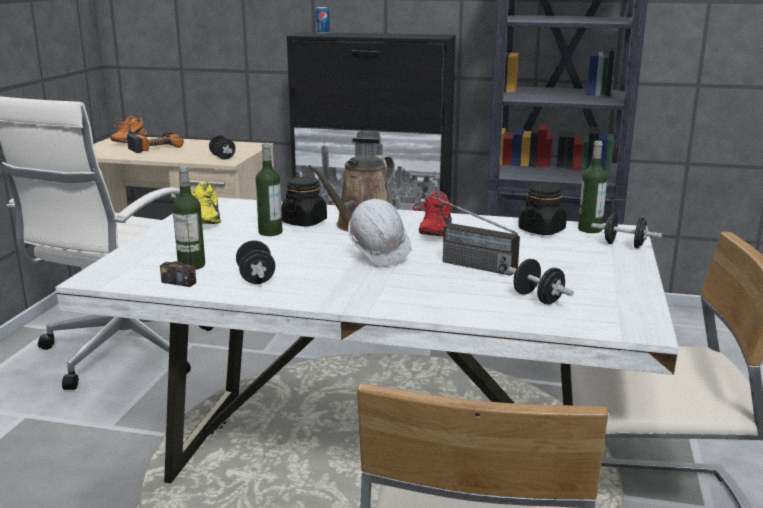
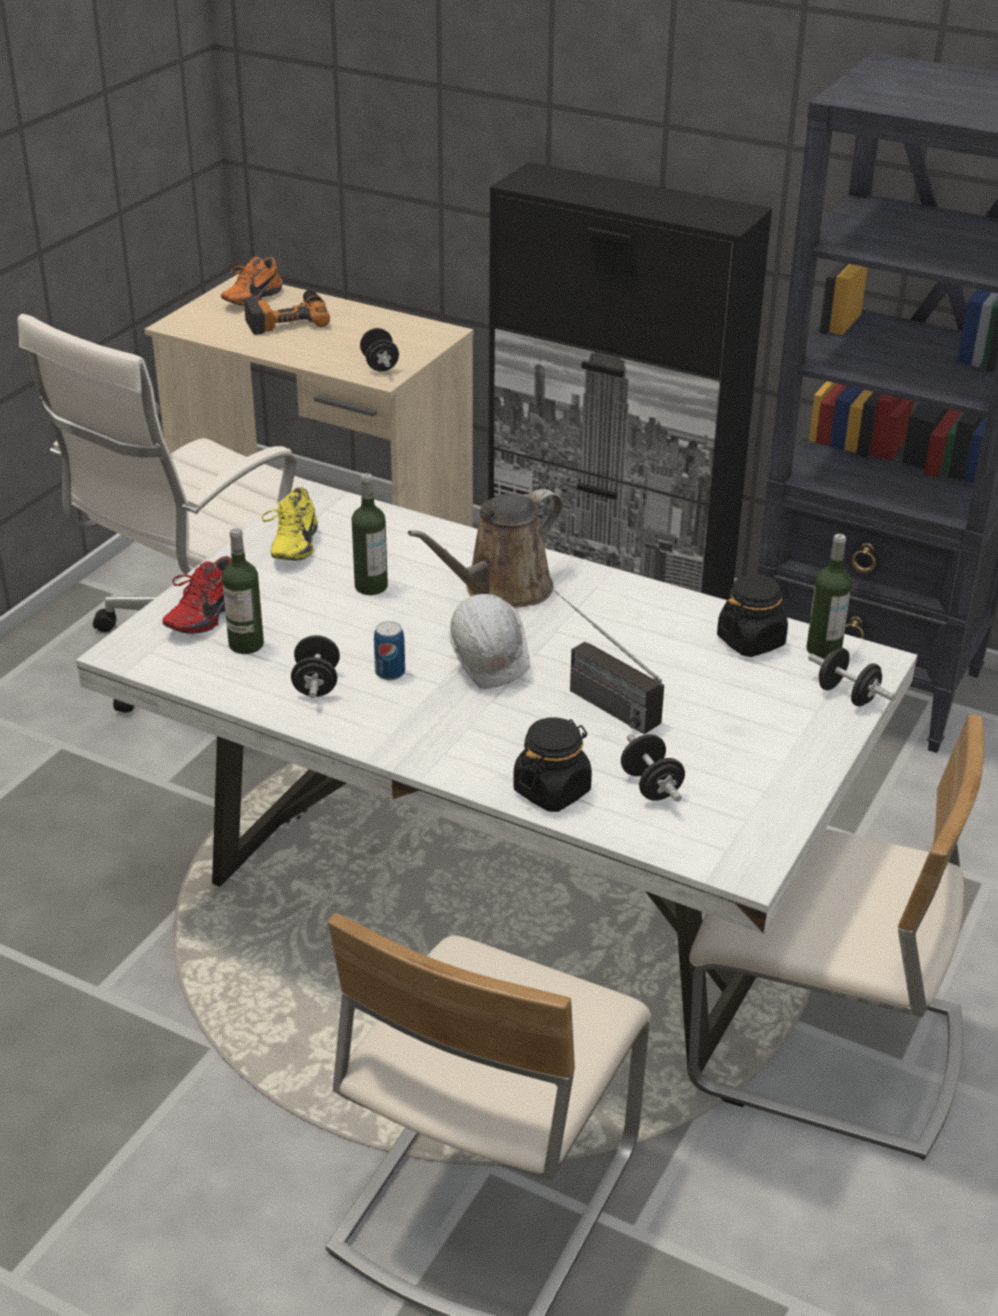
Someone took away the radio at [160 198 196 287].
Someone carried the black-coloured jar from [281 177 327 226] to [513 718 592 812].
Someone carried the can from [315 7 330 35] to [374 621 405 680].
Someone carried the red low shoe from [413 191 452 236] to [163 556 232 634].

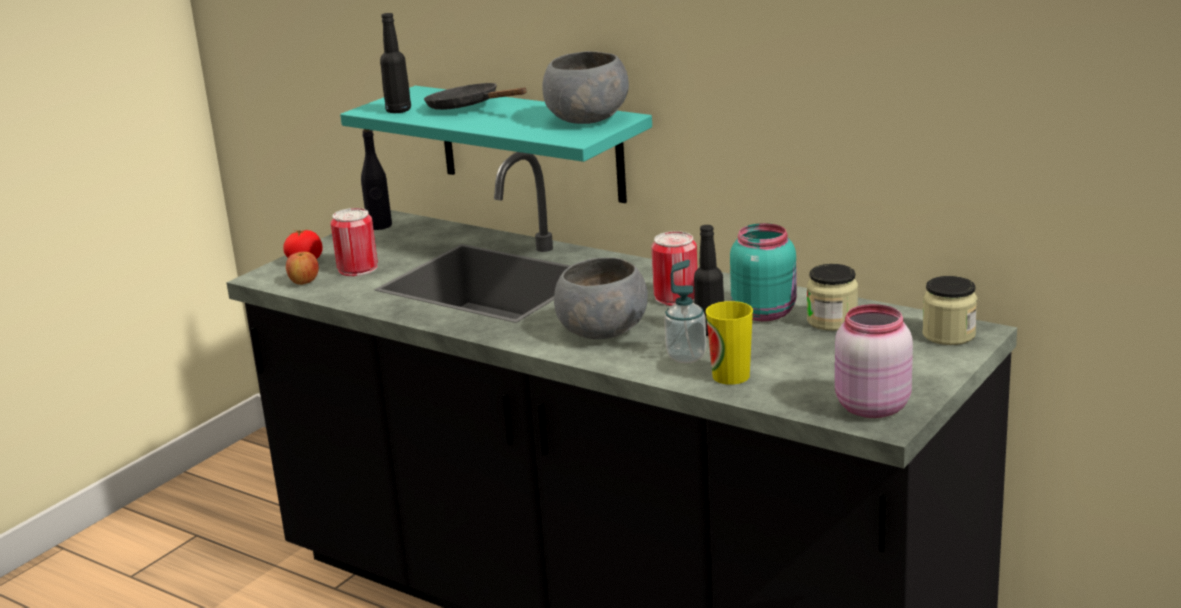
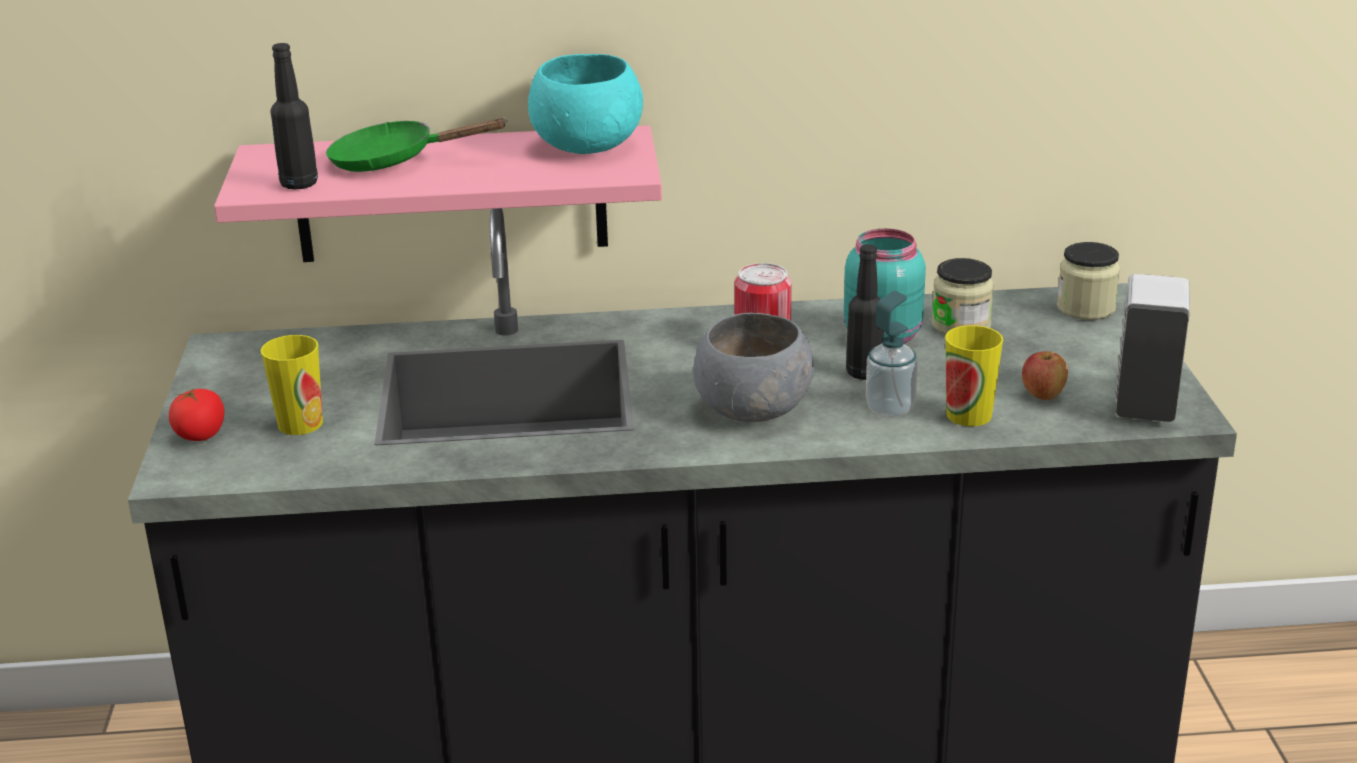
Someone carried the apple from [286 251 319 285] to [1022 352 1068 400].
Someone swapped the can at [331 208 378 276] for the small cup at [261 335 323 435].
Someone repainted the blue-green shelf at [340 86 652 203], which became the pink shelf at [214 126 662 262].
Someone took away the black-coloured beverage bottle at [361 129 392 230].
Someone repainted the black-coloured skillet at [424 83 527 110], which became the greenish skillet at [326 118 508 172].
Someone repainted the gray bowl at [542 51 629 124], which became the blue-green bowl at [528 54 643 154].
Someone swapped the pink jar at [835 304 913 418] for the white soap dispenser at [1116 274 1190 422].

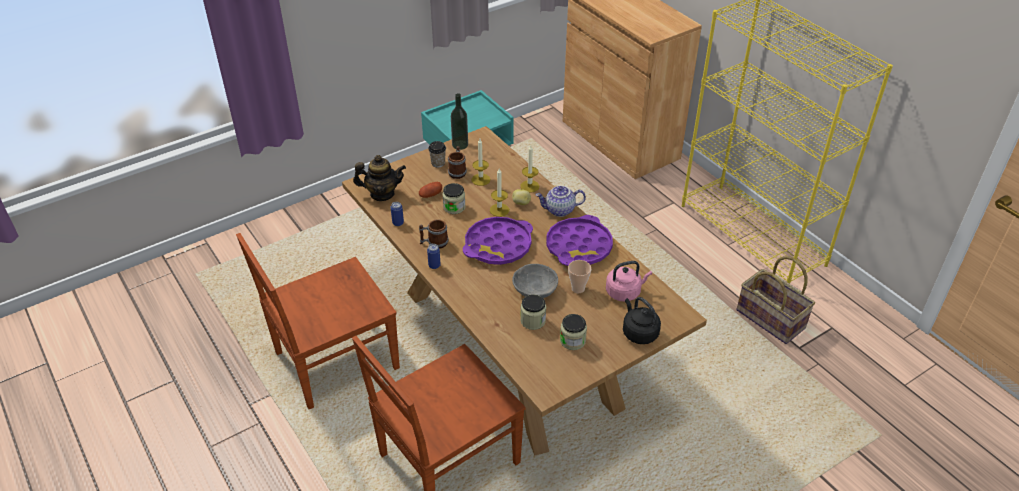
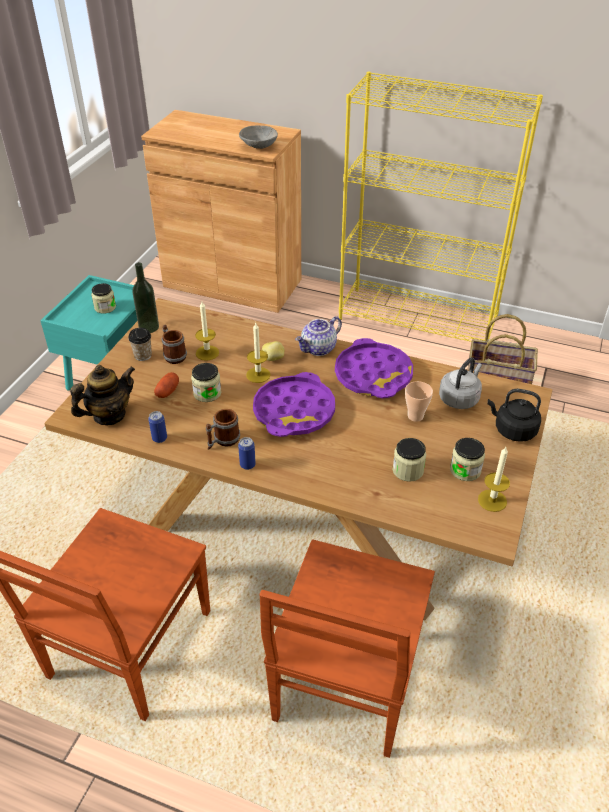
Someone carried the gray bowl from [512 264 558 298] to [239 126 278 149].
Someone carried the wax candle from [520 145 539 193] to [478 447 510 512].
Someone repainted the pink water kettle at [606 261 652 302], which became the gray water kettle at [439 357 482 409].
Someone put down the jar at [91 283 116 314].

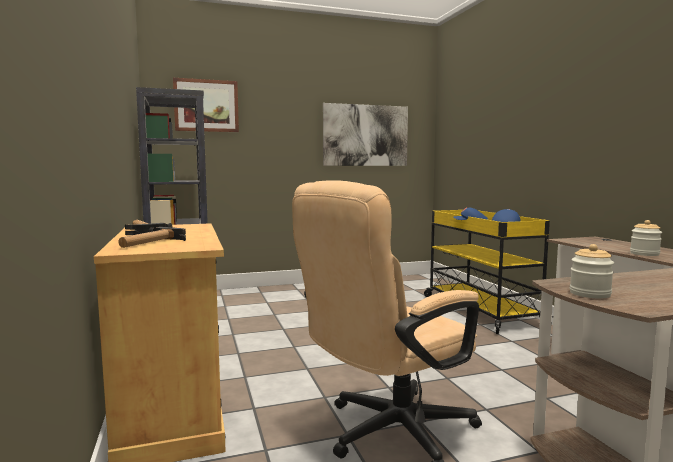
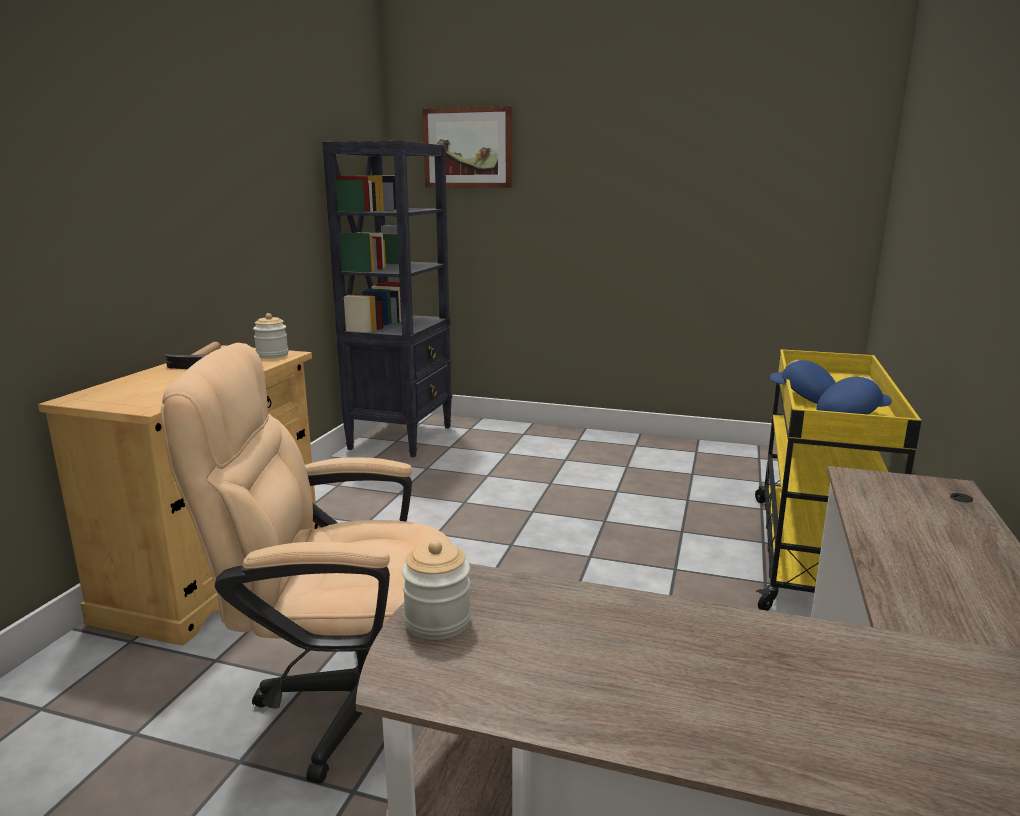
Someone took away the tool hammer at [118 227 186 248].
Someone took away the wall art at [323 103 408 166].
Someone carried the jar from [630 220 662 256] to [253 313 288 359].

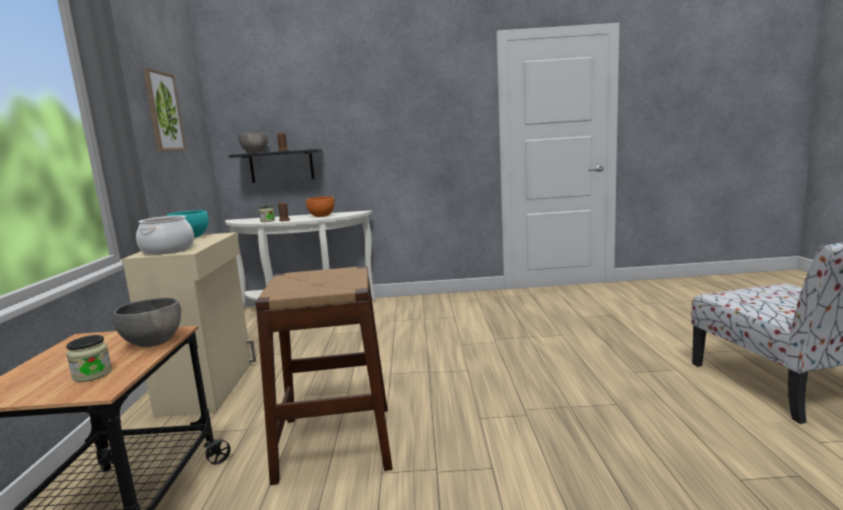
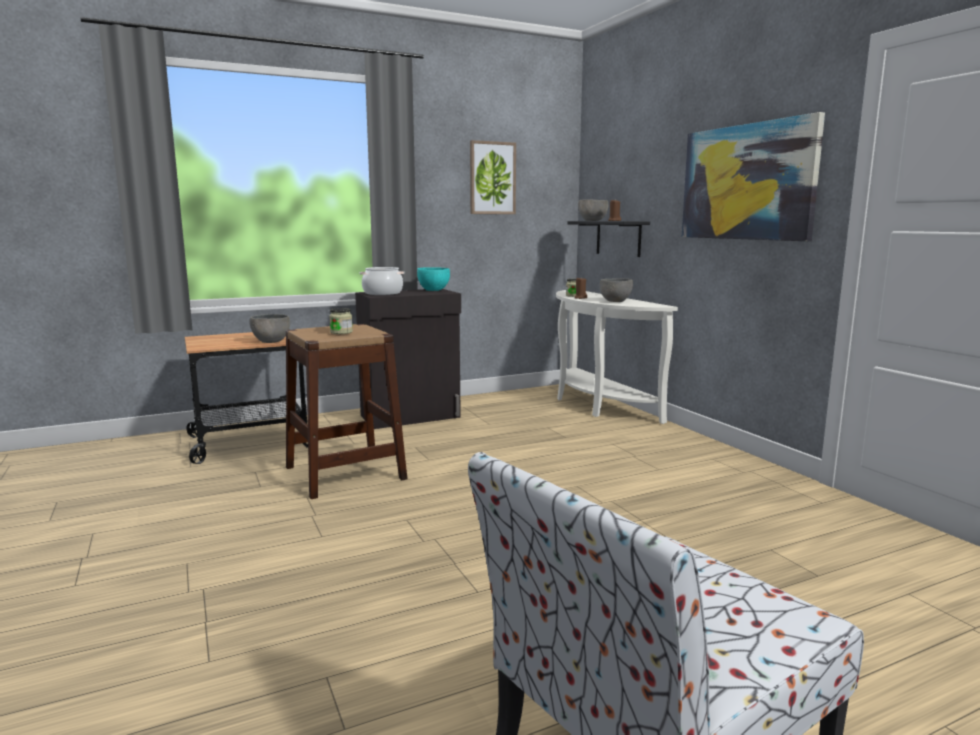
Someone carried the jar from [66 335 112 382] to [329 308 353 334].
Someone repainted the beige-coloured storage cabinet at [122 232 256 417], which became the black-coloured storage cabinet at [355 289 461 429].
Someone repainted the orangey bowl at [306 196 335 217], which became the gray bowl at [600 278 633 302].
Someone put up the wall art at [682 112 825 241].

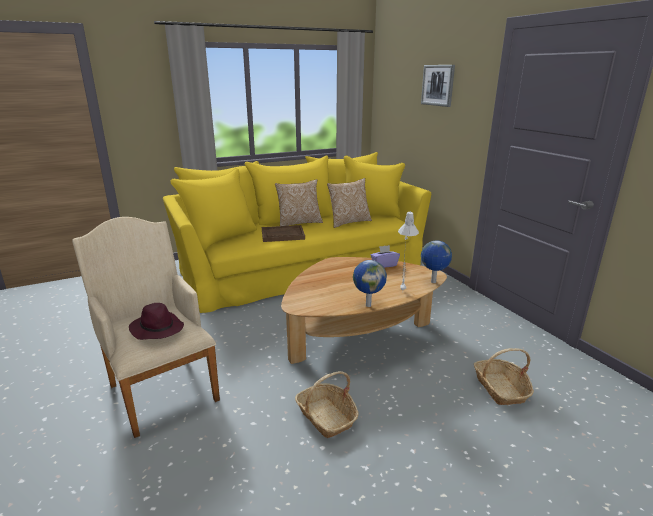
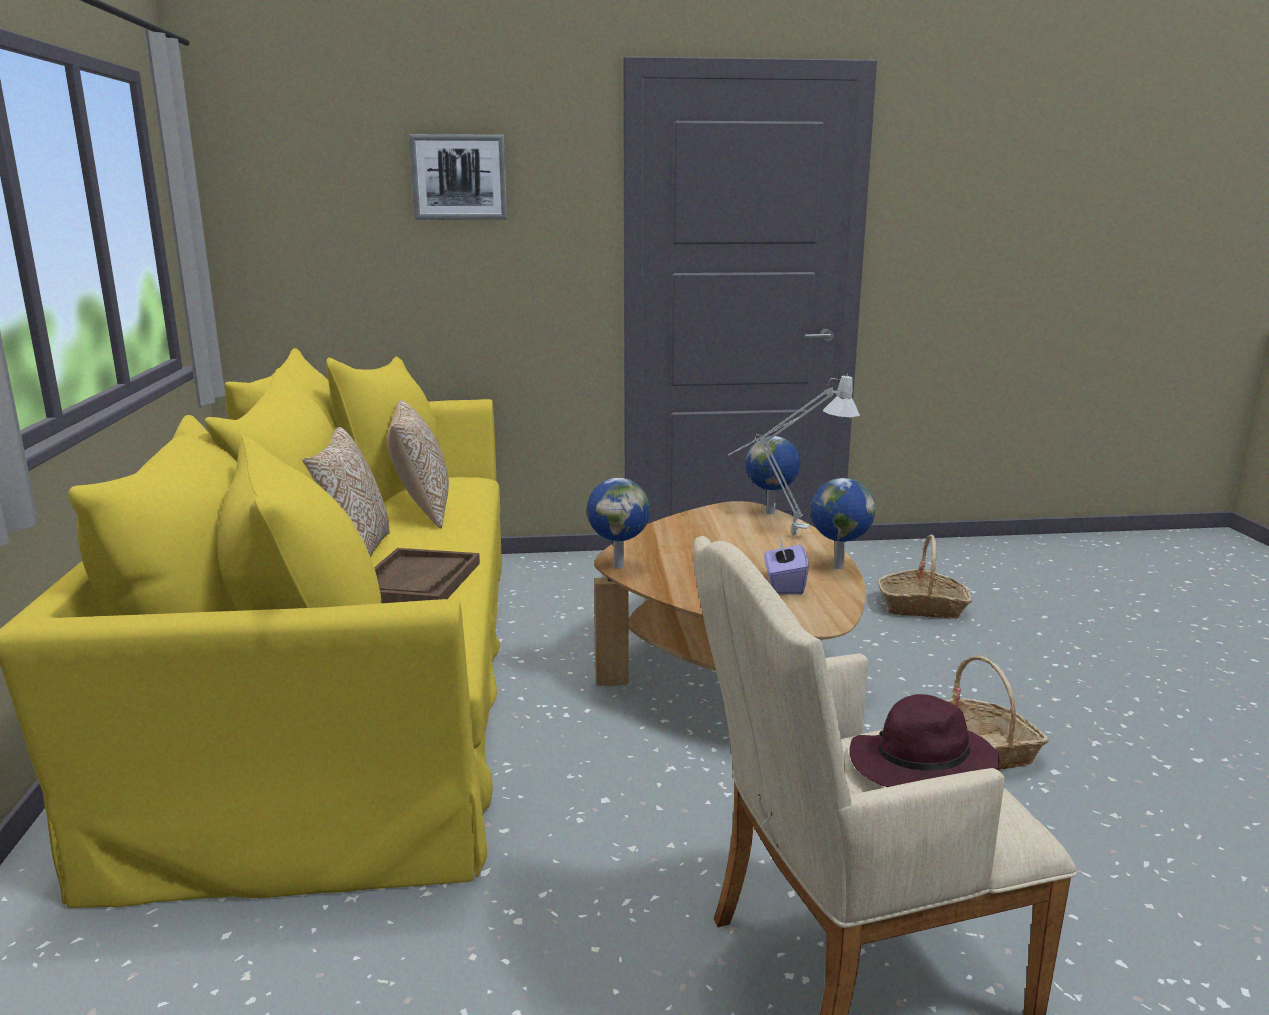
Someone carried the purple-coloured box of tissues from [371 245 400 268] to [764 537 809 595].
Someone put down the world globe at [587 478 650 569].

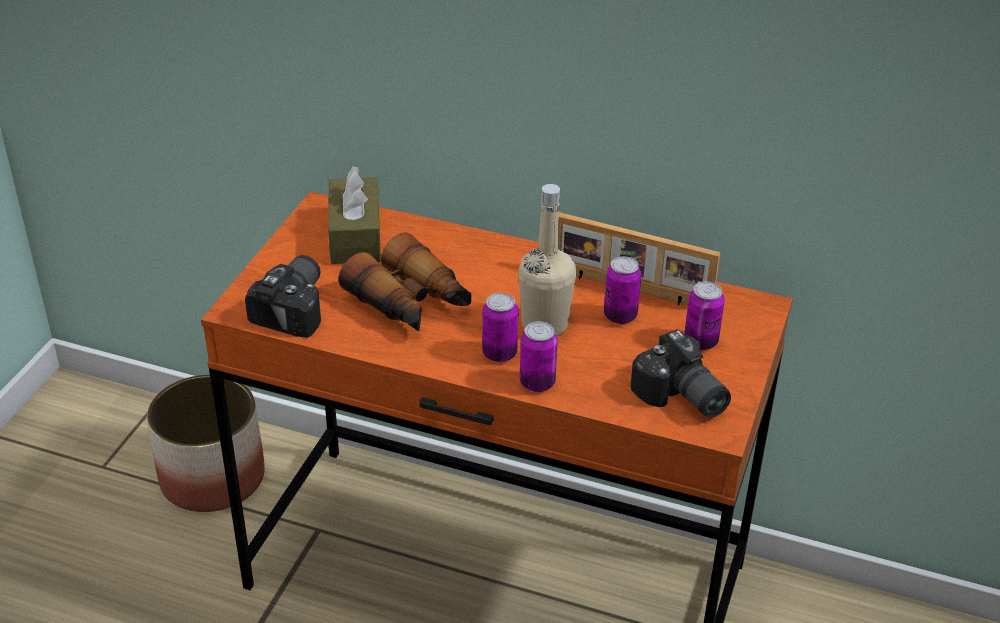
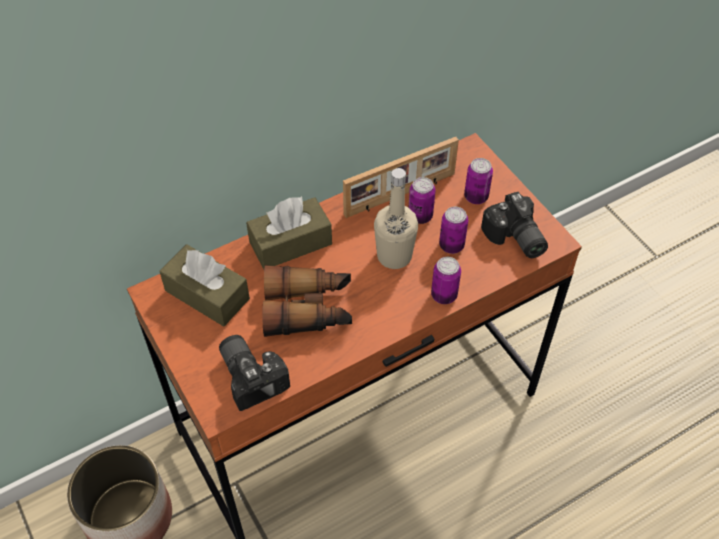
Someone carried the can from [482 293 519 362] to [439 207 468 254].
Someone rotated the still camera at [630 329 731 418] by 60 degrees clockwise.
Someone put down the brownish box of tissues at [246 196 332 269].

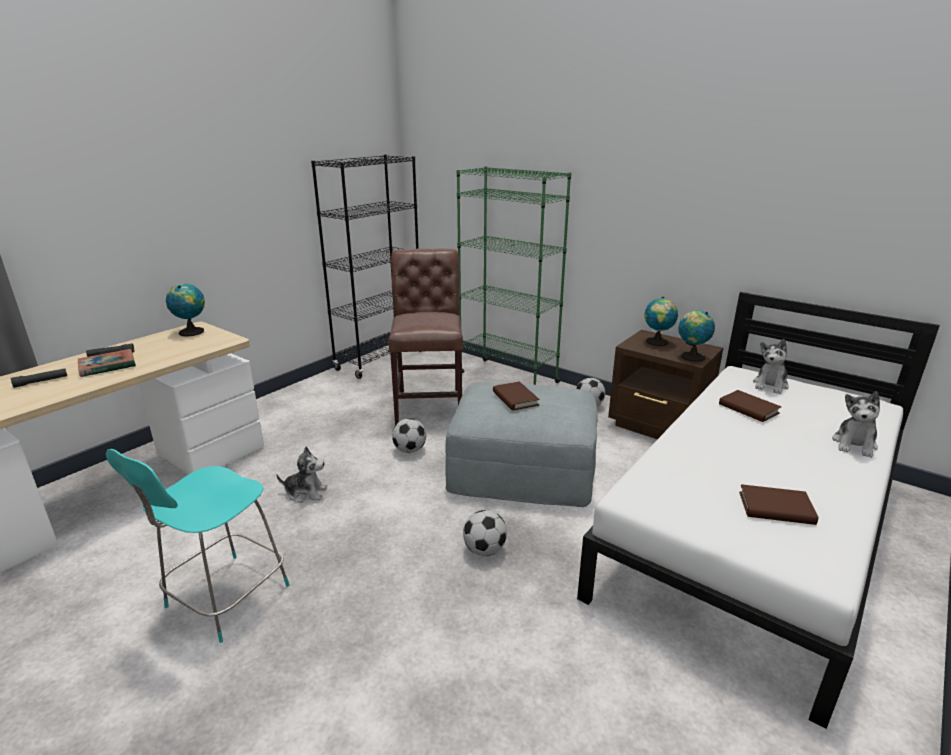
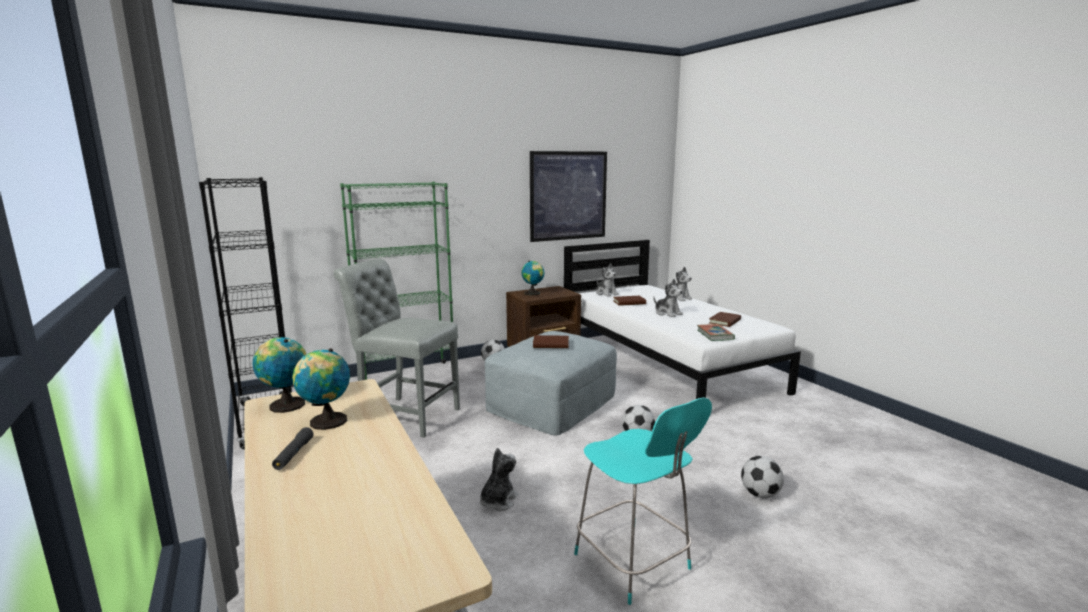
Someone took away the black-coloured flashlight at [11 368 67 388].
Someone carried the volume from [78 349 136 377] to [697 324 735 341].
Someone repainted the brownish upright chair at [388 248 463 425], which became the gray upright chair at [333 259 460 438].
Someone carried the football ball from [392 418 426 453] to [741 456 784 498].
Someone carried the world globe from [678 310 715 362] to [292 348 350 430].
Someone put up the wall art at [530 151 607 242].
Someone put down the soft toy at [653 279 683 317].

